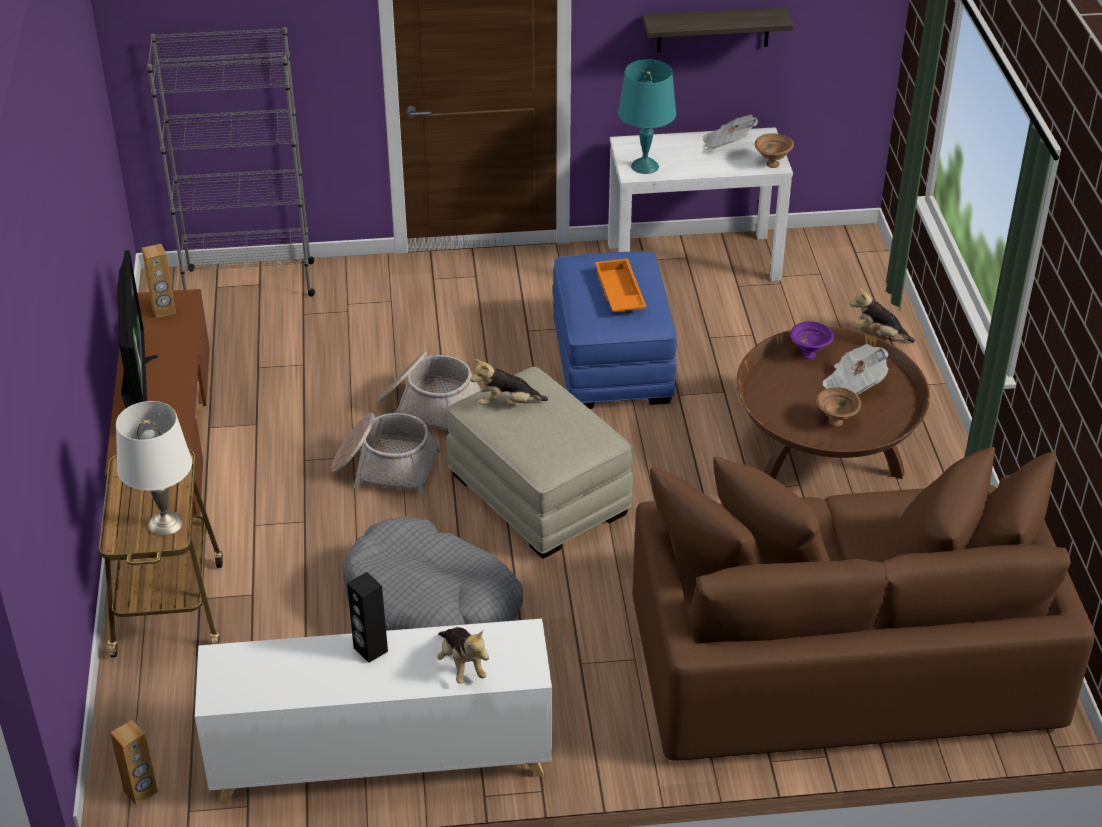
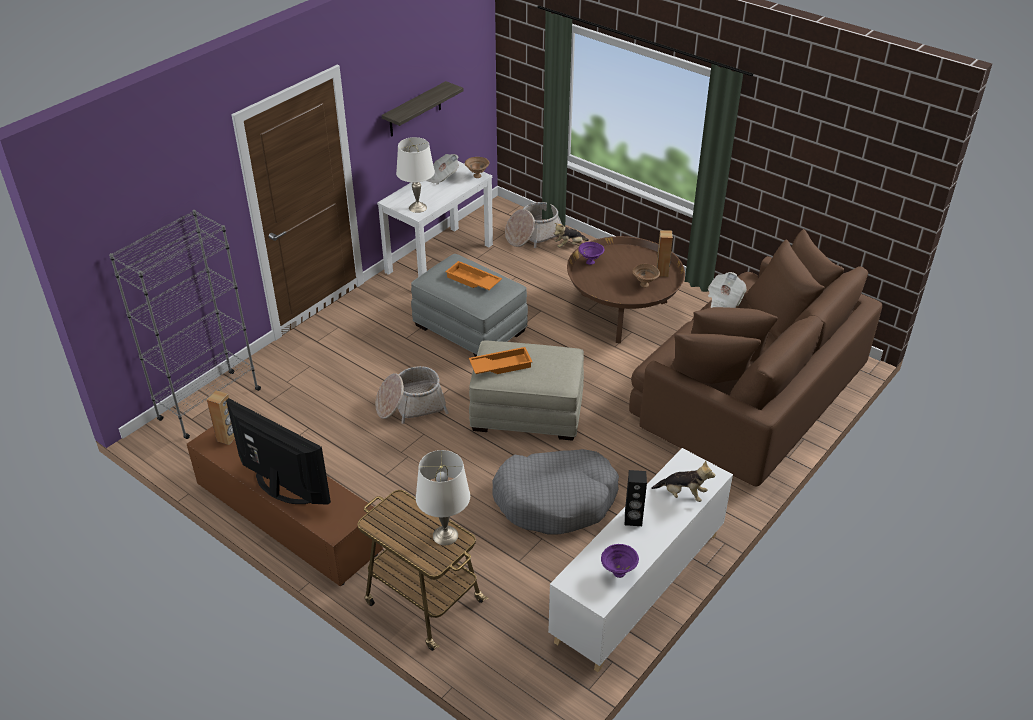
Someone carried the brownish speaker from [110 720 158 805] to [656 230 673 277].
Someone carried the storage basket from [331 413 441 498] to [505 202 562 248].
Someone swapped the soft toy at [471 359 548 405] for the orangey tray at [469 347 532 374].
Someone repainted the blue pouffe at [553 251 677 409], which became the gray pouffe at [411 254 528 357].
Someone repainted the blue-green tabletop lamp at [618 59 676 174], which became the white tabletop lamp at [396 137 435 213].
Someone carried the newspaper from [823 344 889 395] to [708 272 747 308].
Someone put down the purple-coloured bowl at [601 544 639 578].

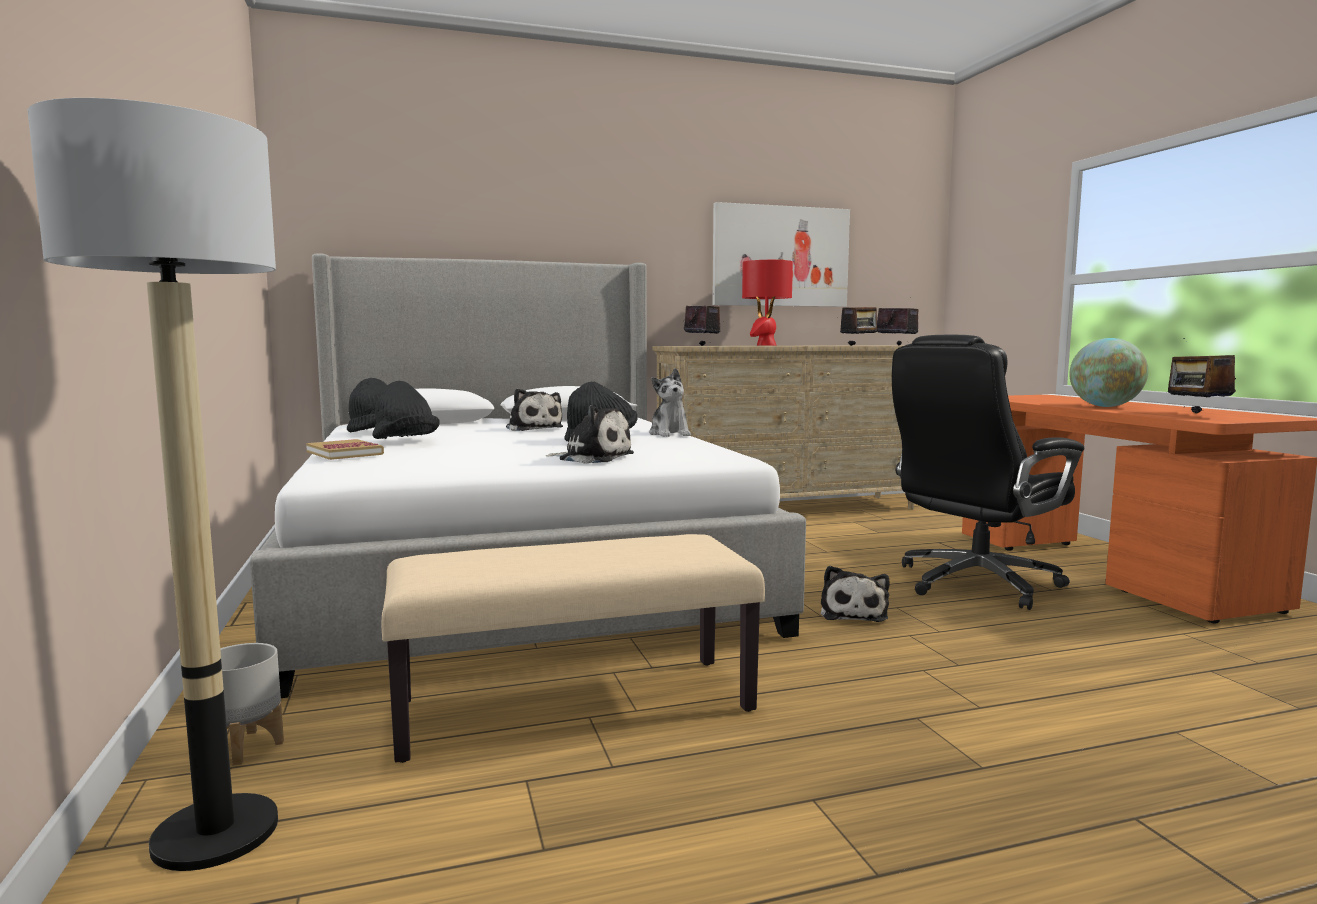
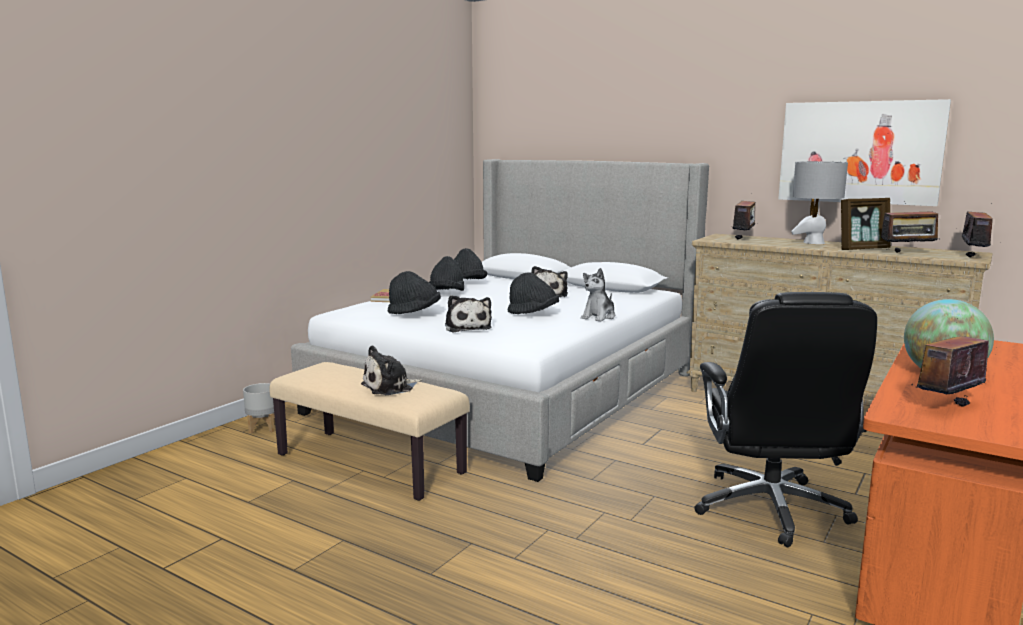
Someone took away the standard lamp at [28 98 278 871].
Someone repainted the red tabletop lamp at [742 260 793 346], which became the gray tabletop lamp at [791 161 848 244].
Someone carried the soft toy from [821 566 890 622] to [361 345 422 395].
Someone rotated the black-coloured computer chair at [892 334 1084 610] by 105 degrees counterclockwise.
Someone put down the black-coloured clothing hat at [388 271 441 314].
Someone put down the picture frame at [841 198 891 250].

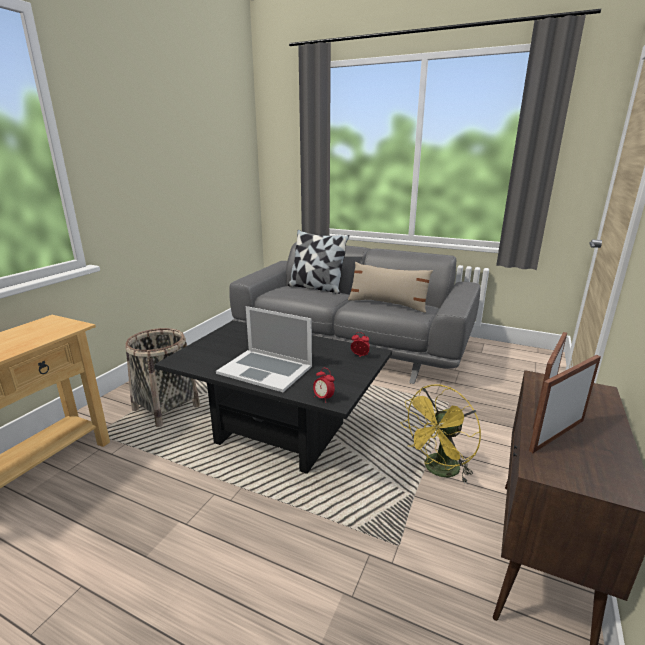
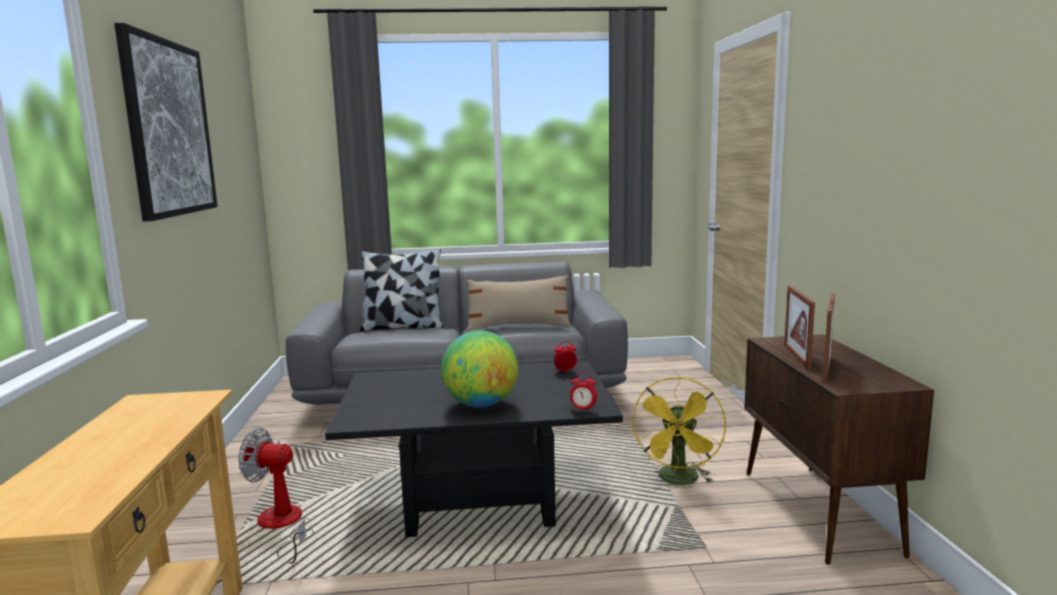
Someone swapped the storage basket at [125 328 200 427] for the fan at [238 428 314 564].
Someone swapped the notebook computer at [216 306 312 392] for the world globe at [442 331 518 407].
Someone put up the wall art at [114 23 218 221].

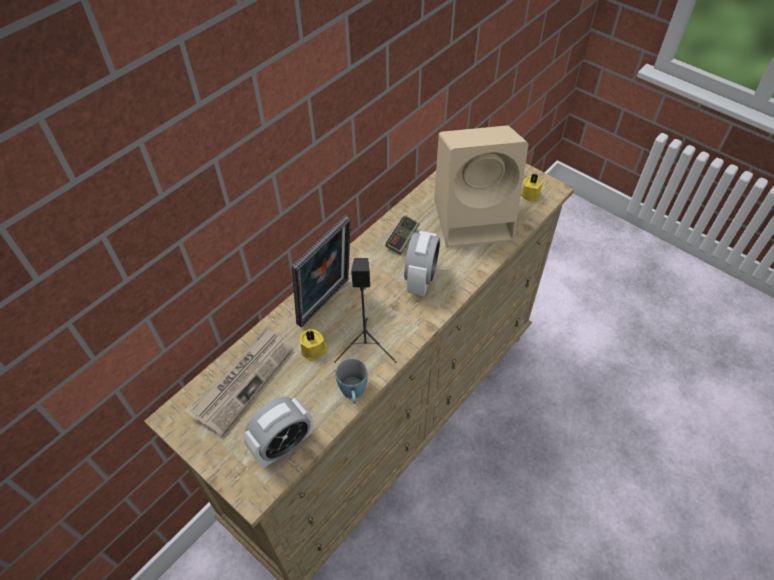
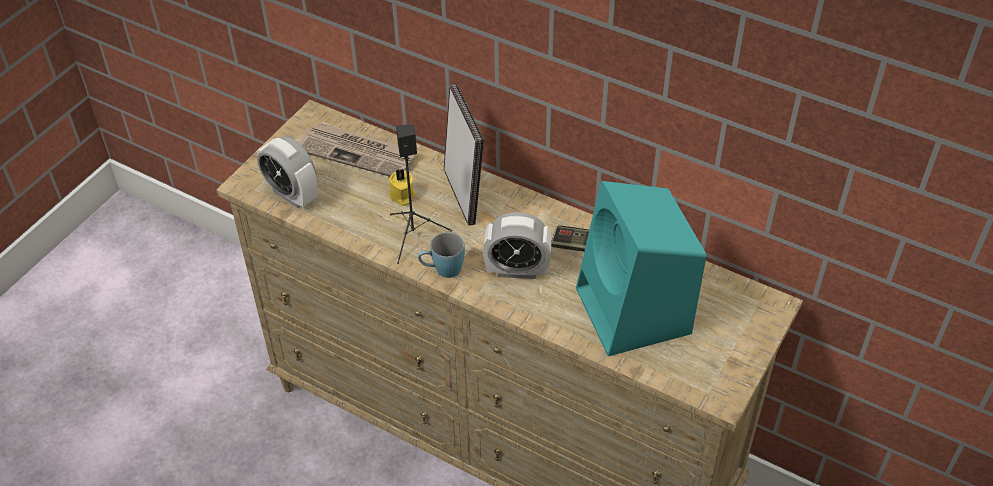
Someone rotated the picture frame at [291 215 351 328] by 135 degrees counterclockwise.
Someone carried the blue tea mug from [335 358 368 404] to [418 232 465 278].
Someone repainted the beige-coloured speaker at [434 125 529 247], which became the blue-green speaker at [576 181 706 356].
Someone took away the yellow-coloured wax candle at [521 174 542 202].

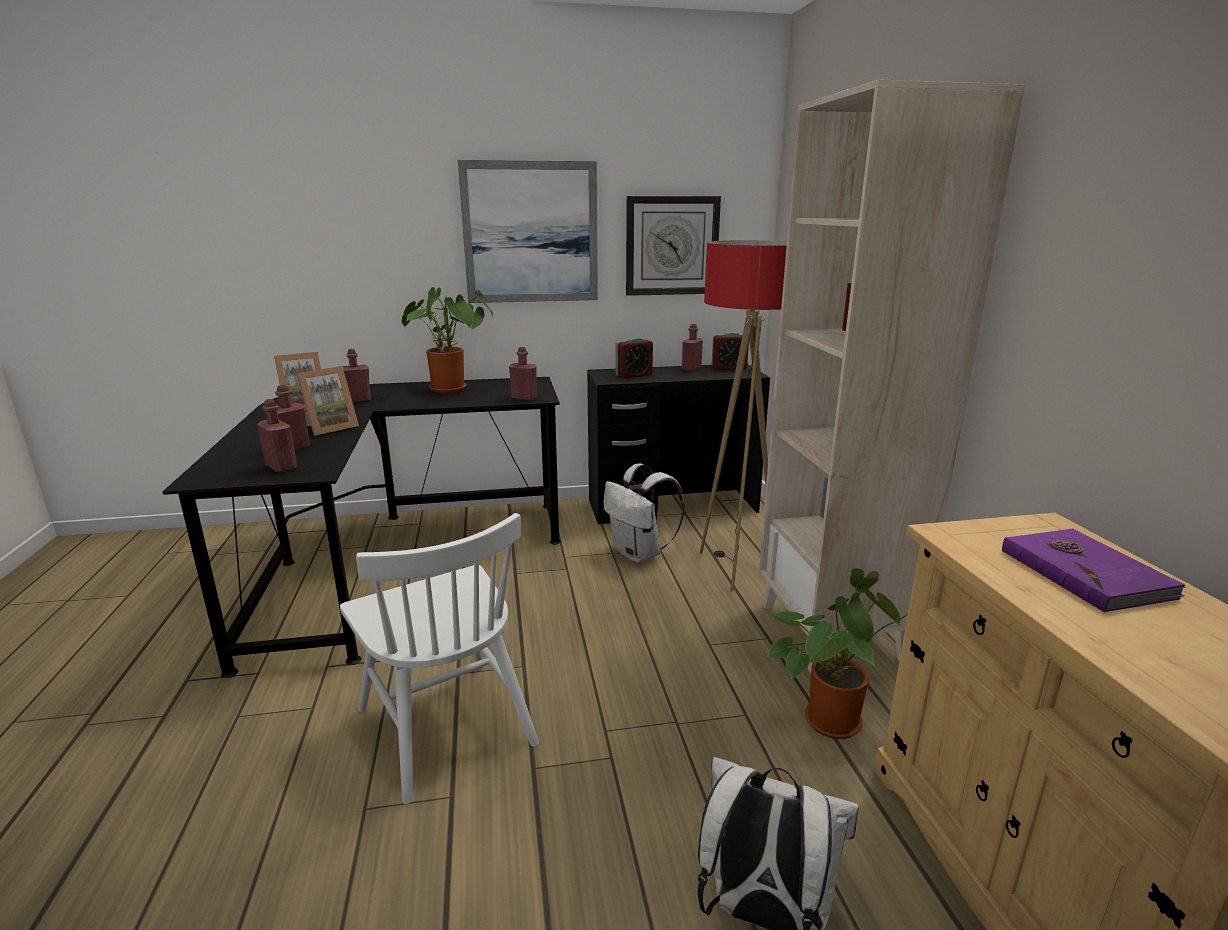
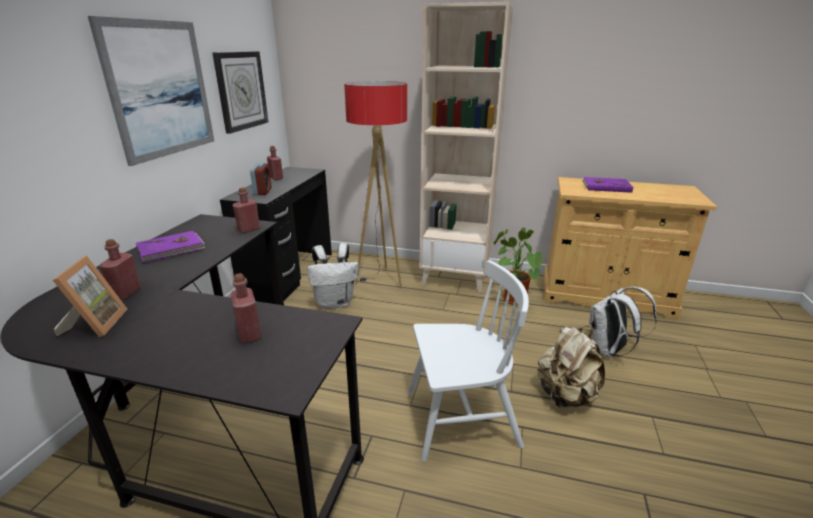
Someone took away the red beverage bottle at [257 399 297 473].
Someone took away the picture frame at [296 366 359 436].
Someone swapped the potted plant at [402 287 493 393] for the purple-coloured volume at [136 231 205 263].
Someone took away the bedside clock at [712 332 749 370].
Someone put down the beige-coloured rucksack at [537 326 605 408].

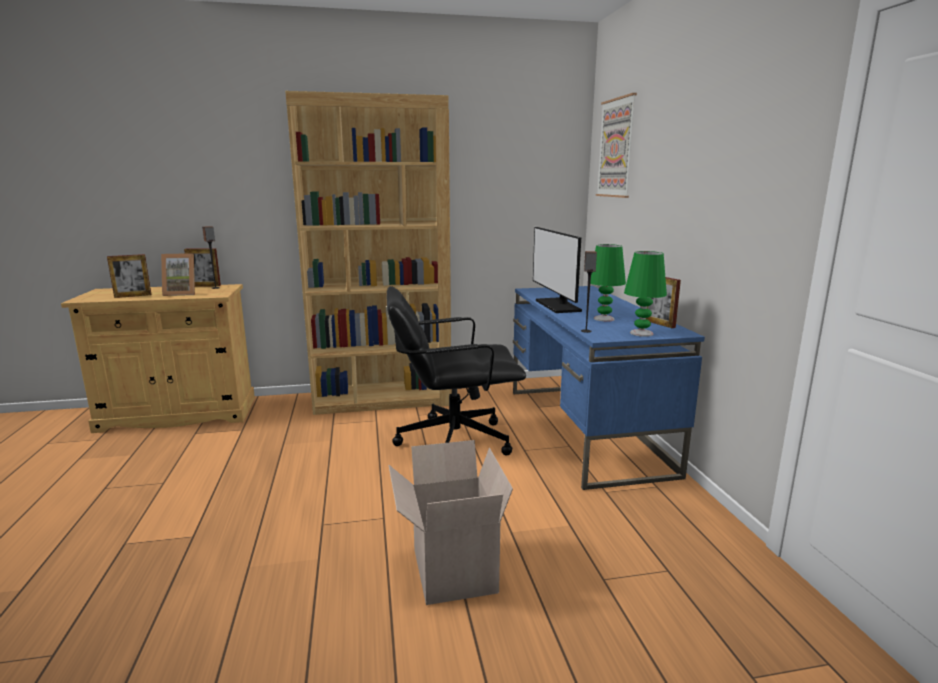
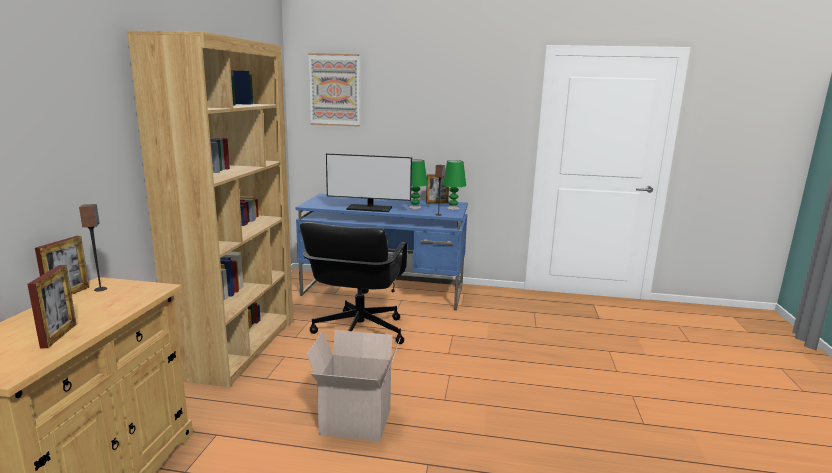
Someone took away the picture frame at [161 253 195 296].
Someone carried the packing box from [389 440 513 605] to [306 330 401 442].

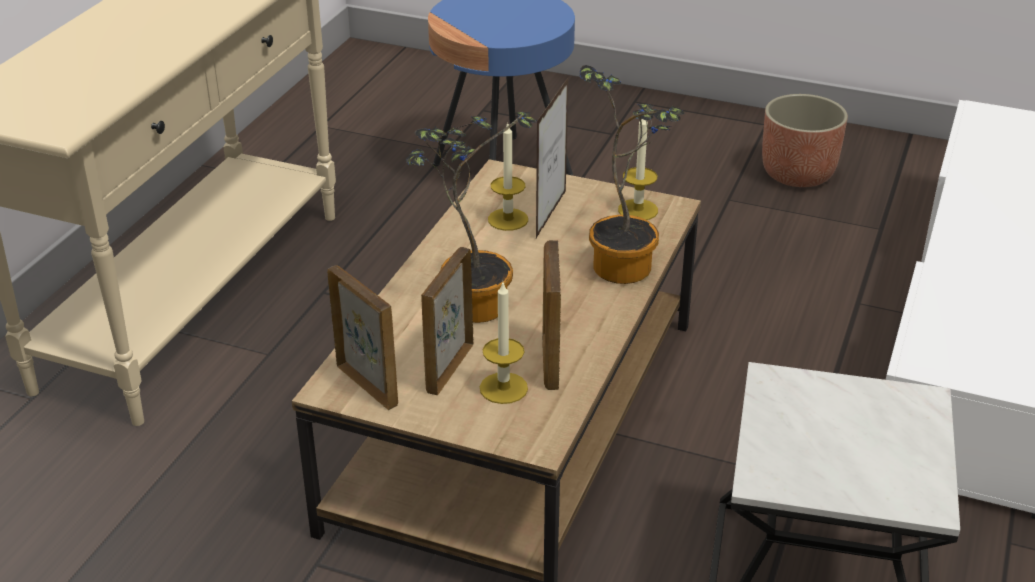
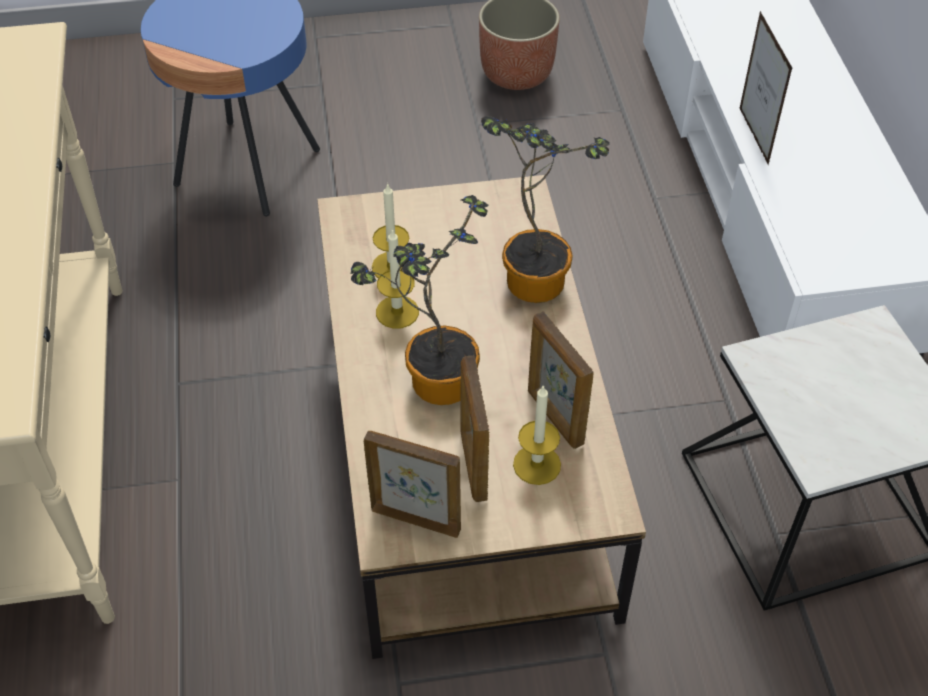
Someone carried the picture frame from [536 78 568 238] to [739 11 792 166].
Someone carried the wax candle from [618 119 658 220] to [376 228 419 329].

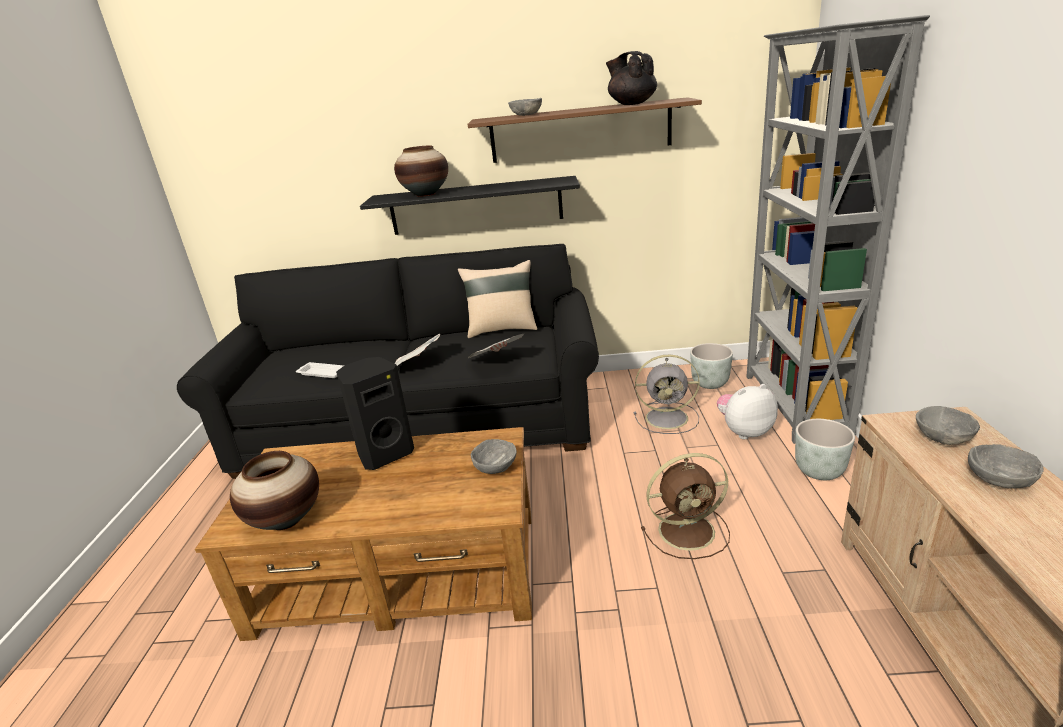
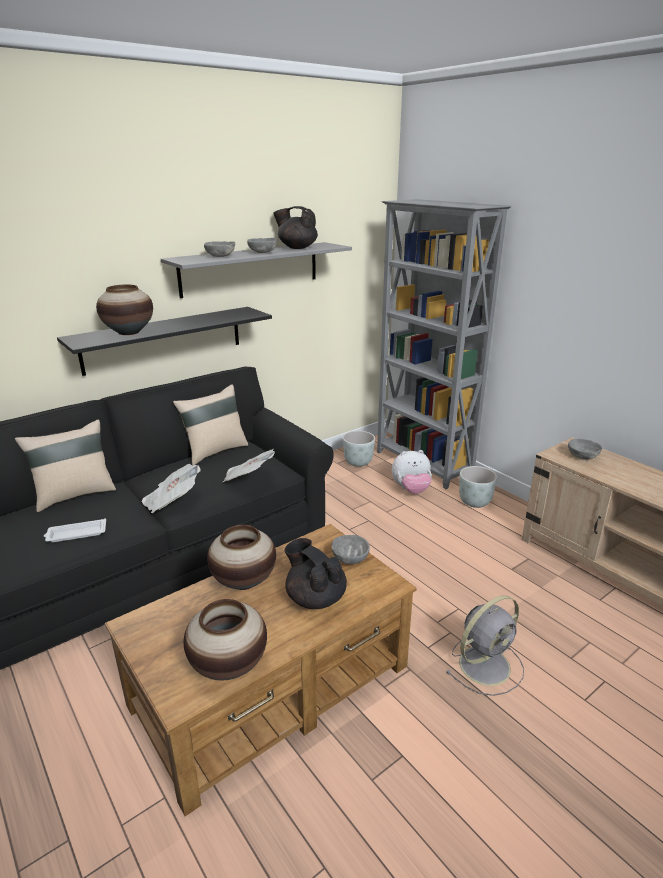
Someone swapped the black-coloured speaker at [336 357 414 470] for the decorative vase at [207 525 276 590].
Someone repainted the brownish shelf at [467 97 702 163], which became the gray shelf at [161 242 352 298].
Someone carried the gray fan from [634 354 699 434] to [446 595 524 696].
Someone took away the brownish fan at [641 453 730 559].
Someone rotated the soft toy at [717 384 778 439] by 135 degrees counterclockwise.
Someone carried the gray bowl from [968 444 1044 488] to [247 238 277 253].
Someone put down the beige-coloured throw pillow at [15 420 116 512].
Someone put down the black-coloured tea pot at [285 538 347 609].

